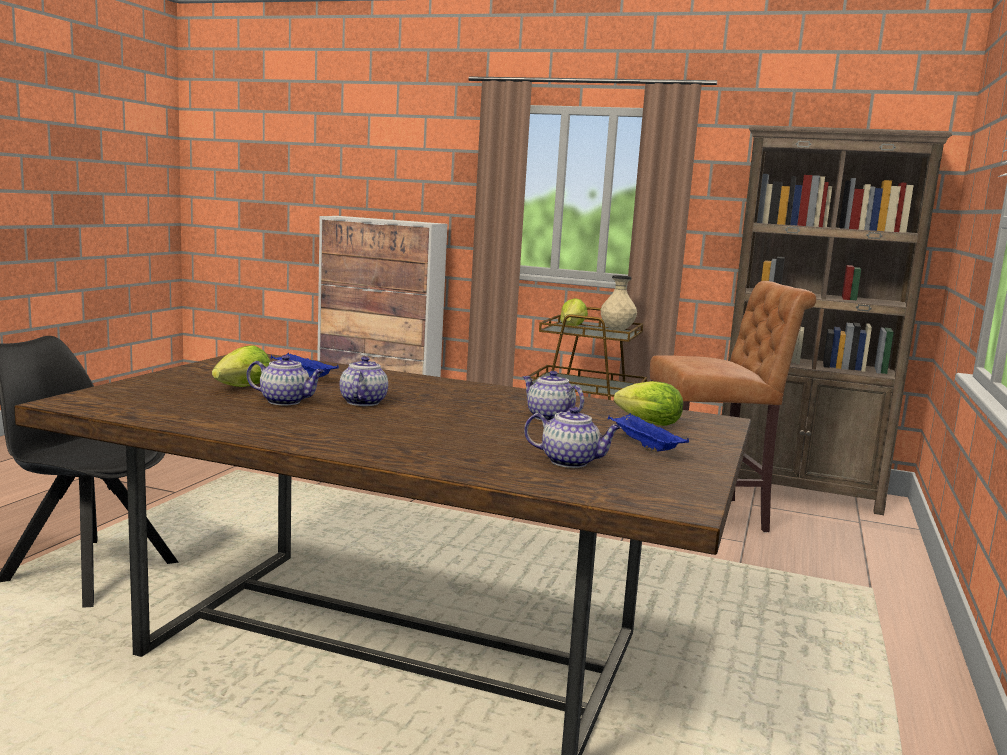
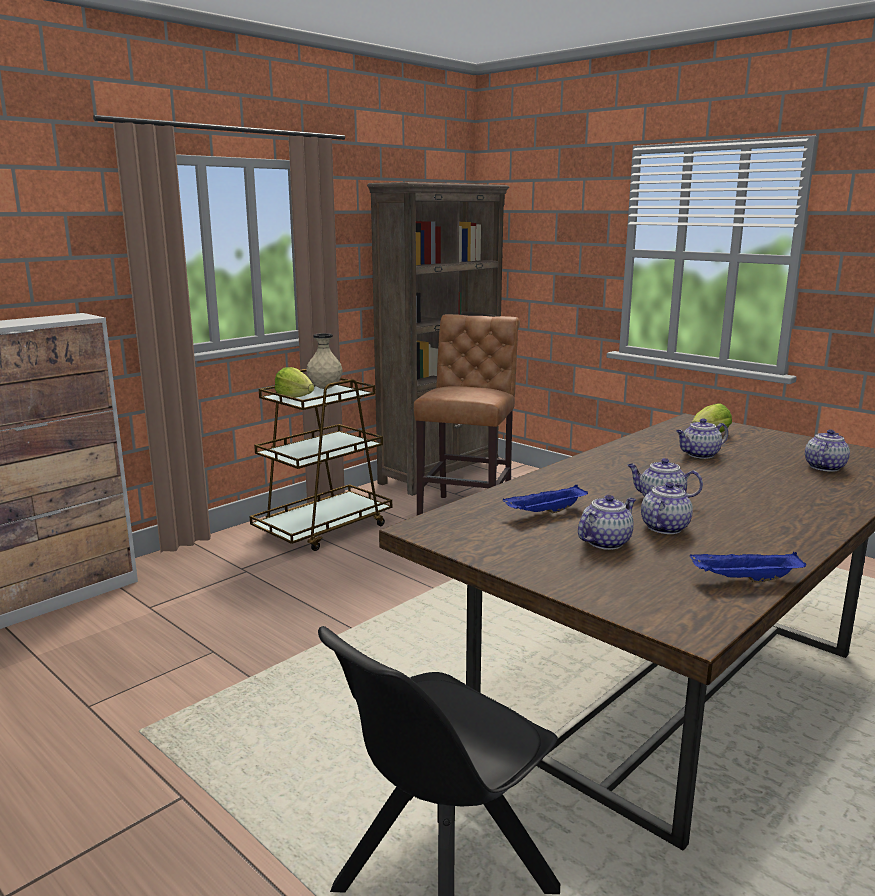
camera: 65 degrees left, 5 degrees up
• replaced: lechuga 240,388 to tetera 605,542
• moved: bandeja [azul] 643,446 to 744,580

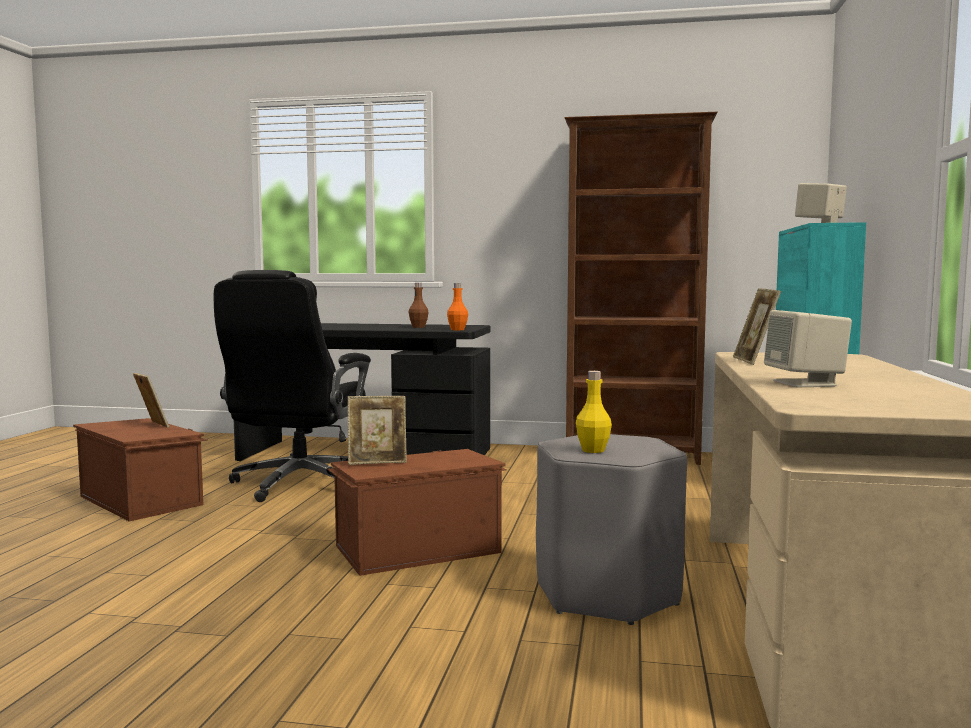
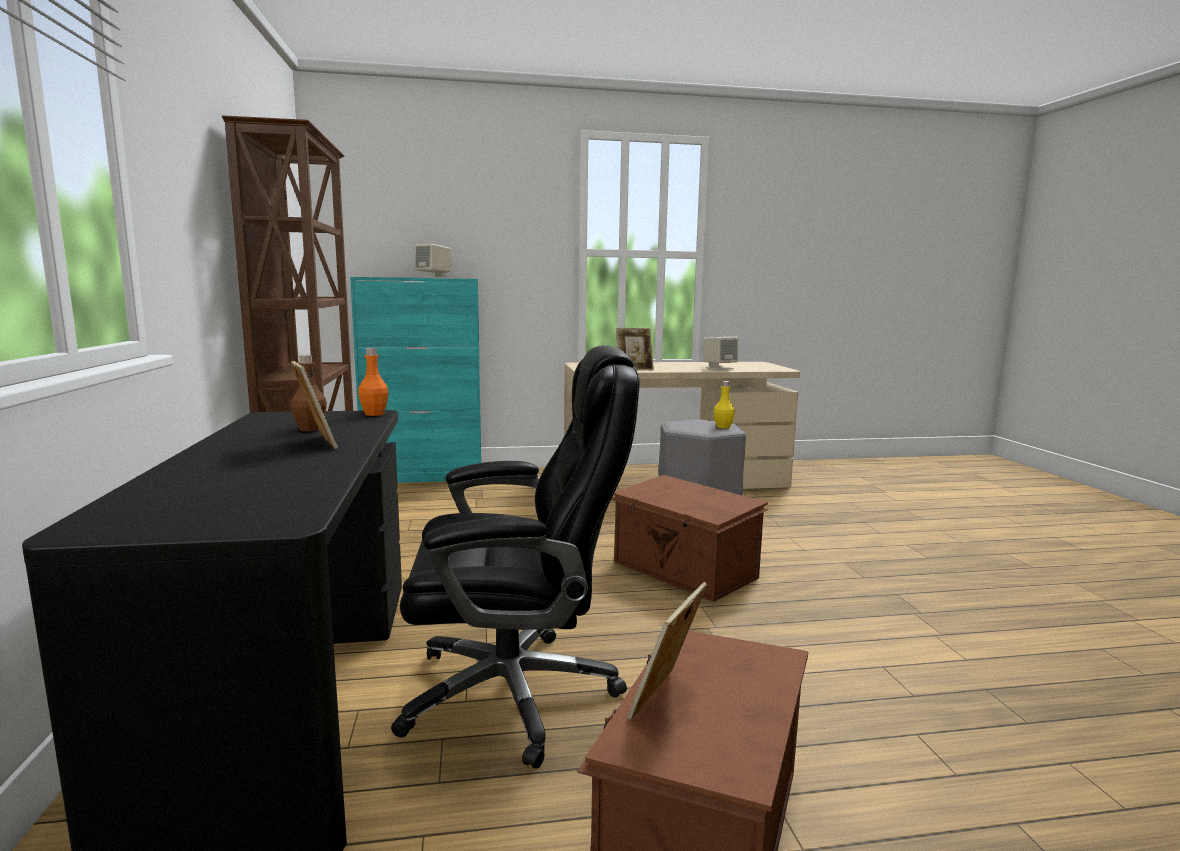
camera: 110 degrees left, 5 degrees up
• moved: portarretratos 377,461 to 316,443

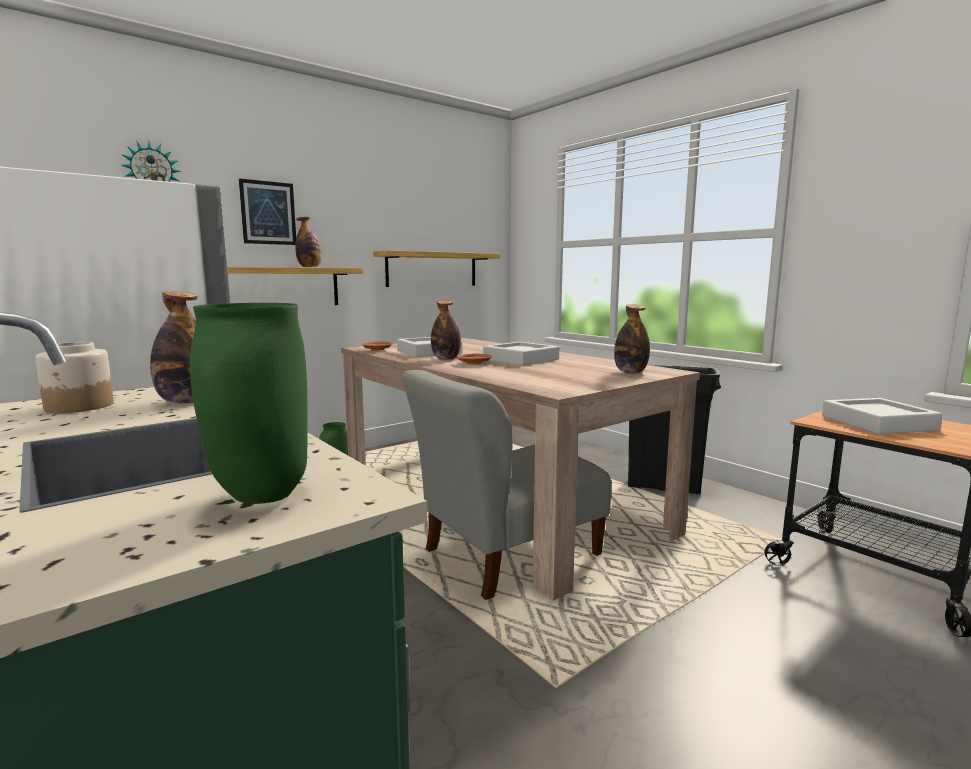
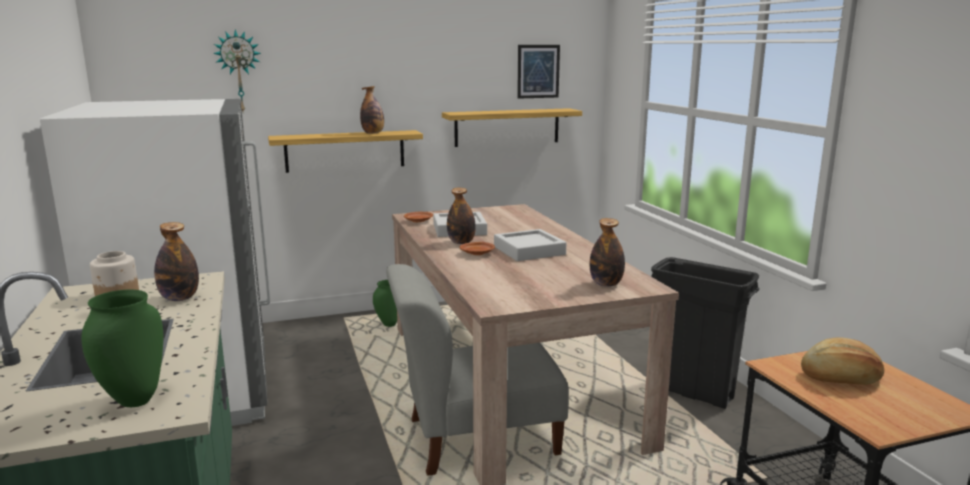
camera: 20 degrees right, 5 degrees up
• moved: cuadro 268,213 to 538,71
• replaced: bandeja [gris] 878,423 to pan 841,378

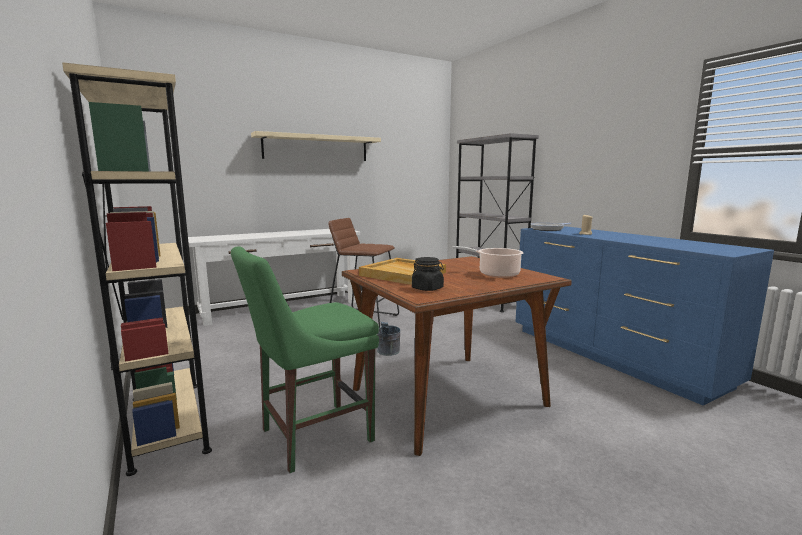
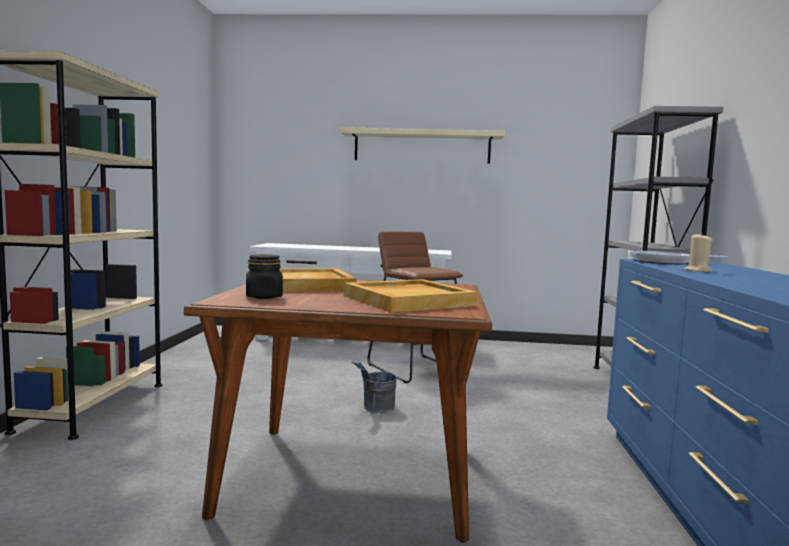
camera: 35 degrees right, 5 degrees down
• replaced: olla 496,274 to bandeja [beis] 408,300
• removed: silla [verde] 311,436

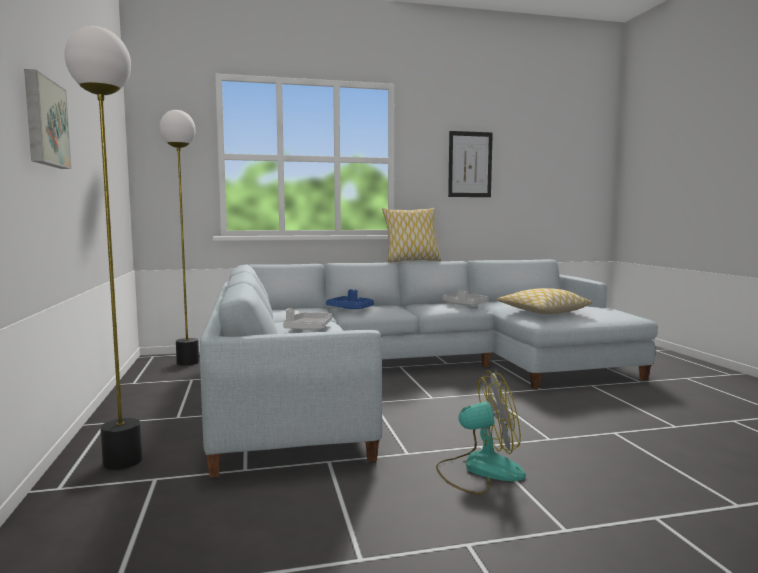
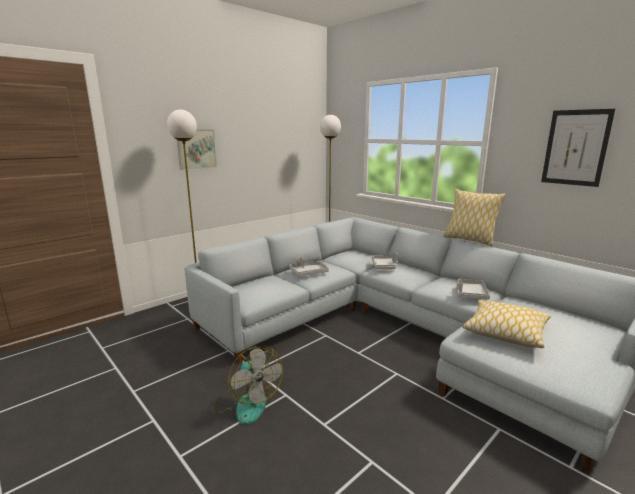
camera: 60 degrees right, 10 degrees up
• recoloured: bandeja [azul] 351,308 to bandeja [gris] 385,266

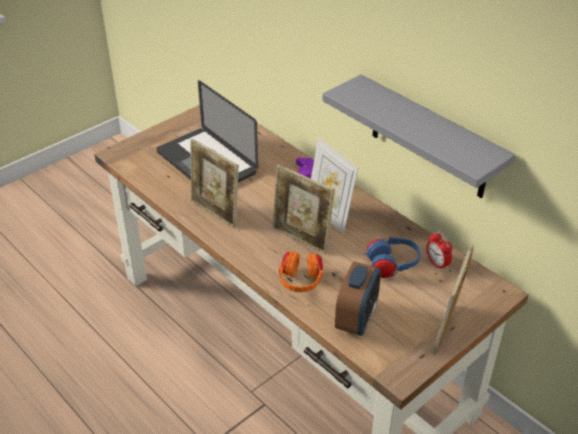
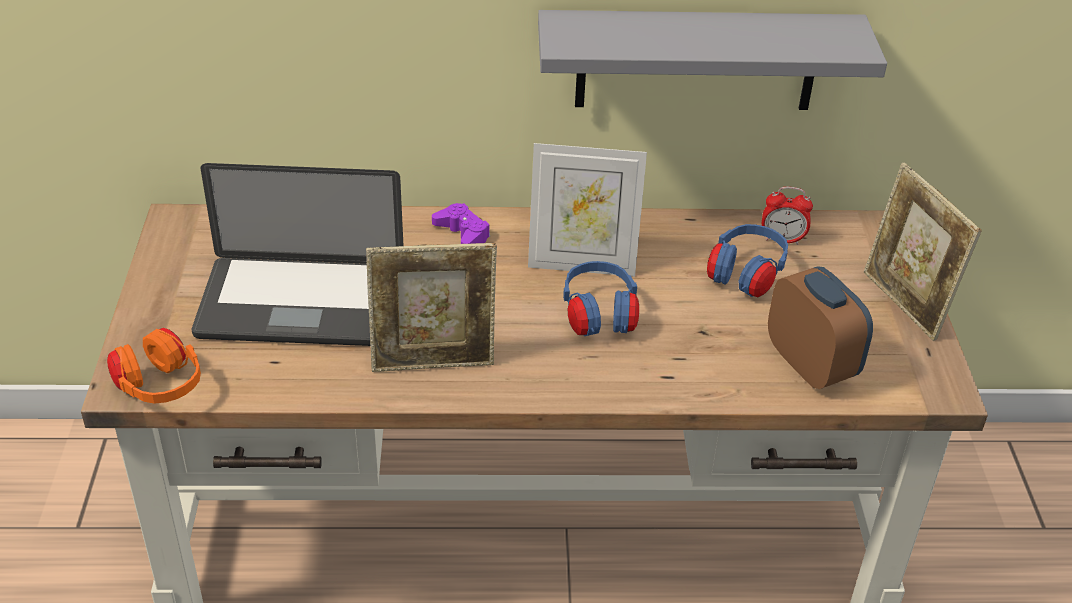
camera: 50 degrees left, 0 degrees up
• moved: auriculares [naranja] 300,282 to 160,388
• replaced: portarretratos 301,239 to auriculares [azul] 599,317

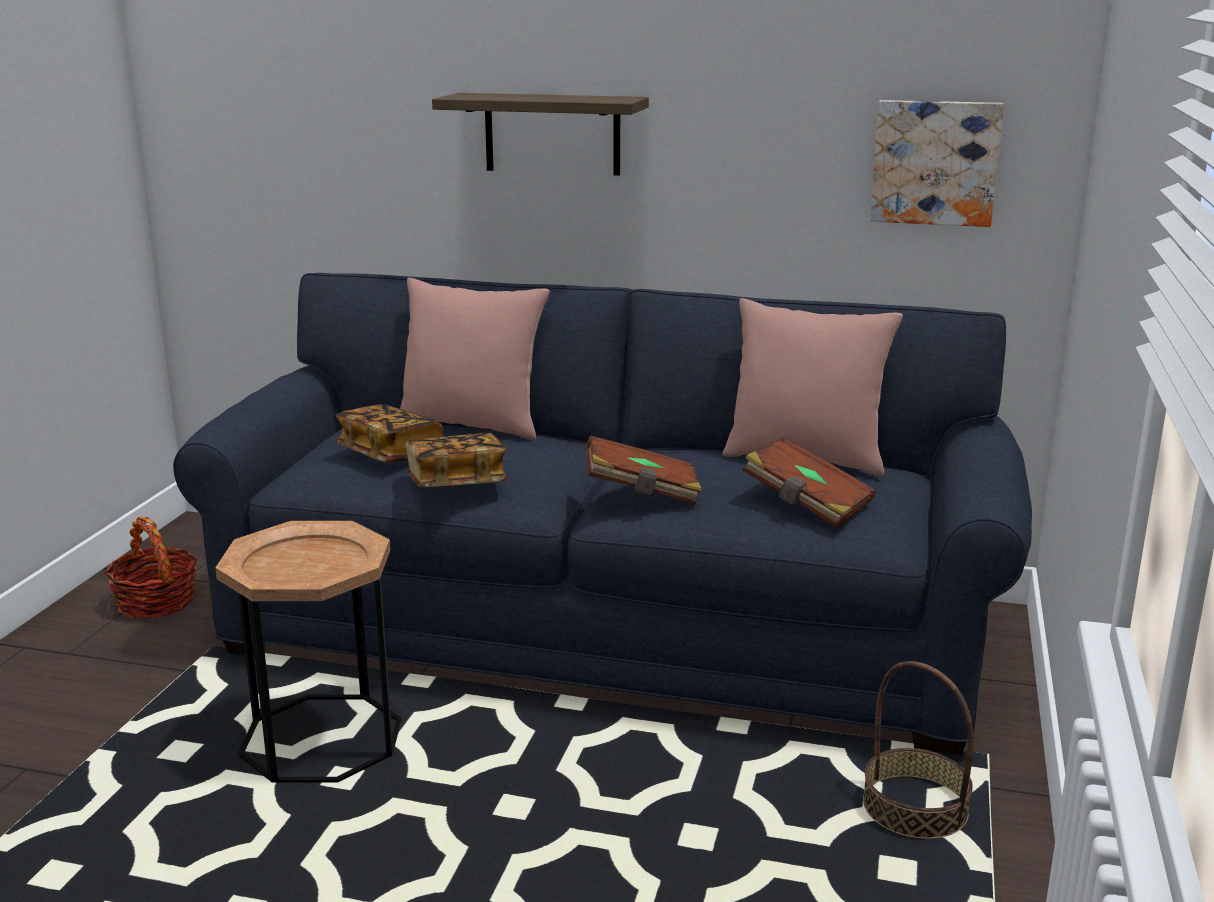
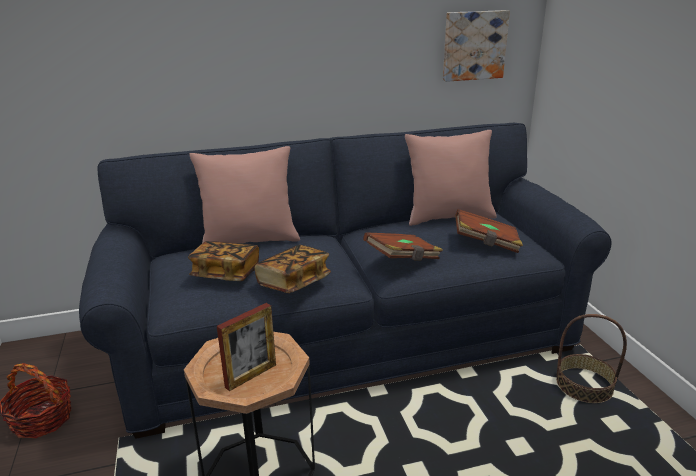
camera: 30 degrees left, 5 degrees up
• added: portarretratos 251,376
• removed: estante 552,134

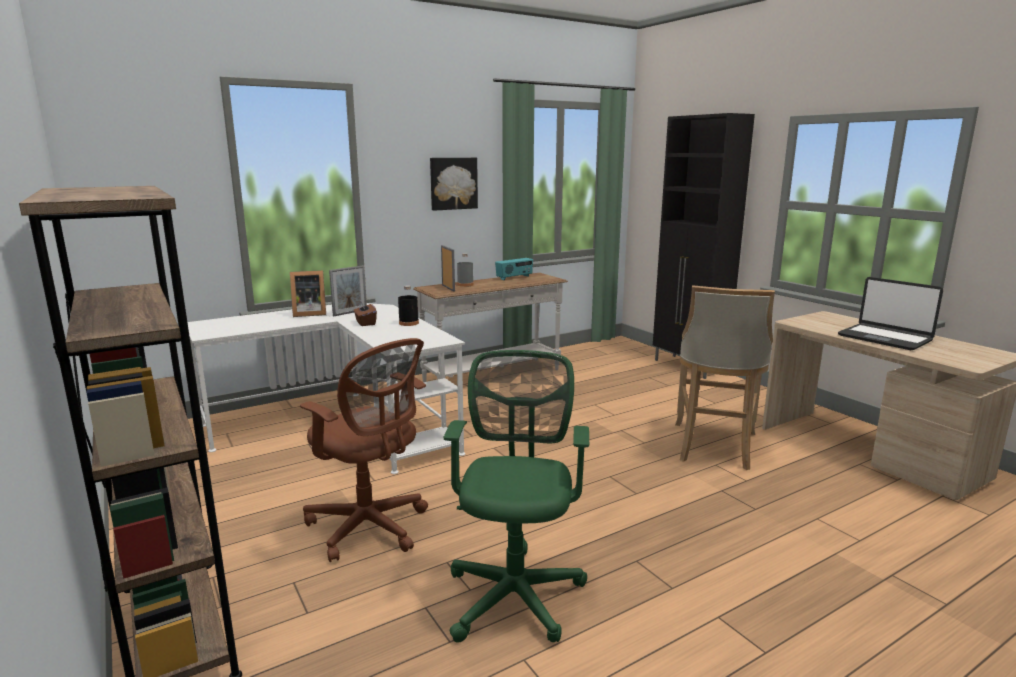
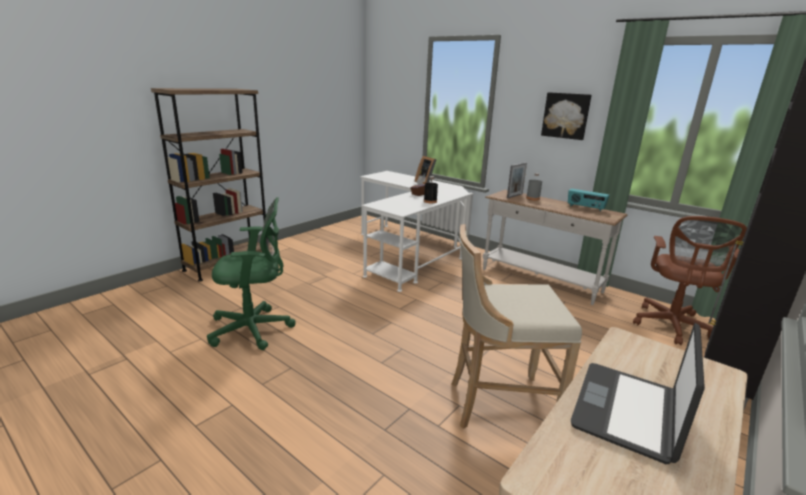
camera: 70 degrees right, 5 degrees up
• moved: silla de oficina [marrón] 370,528 to 671,326
• removed: portarretratos 350,313

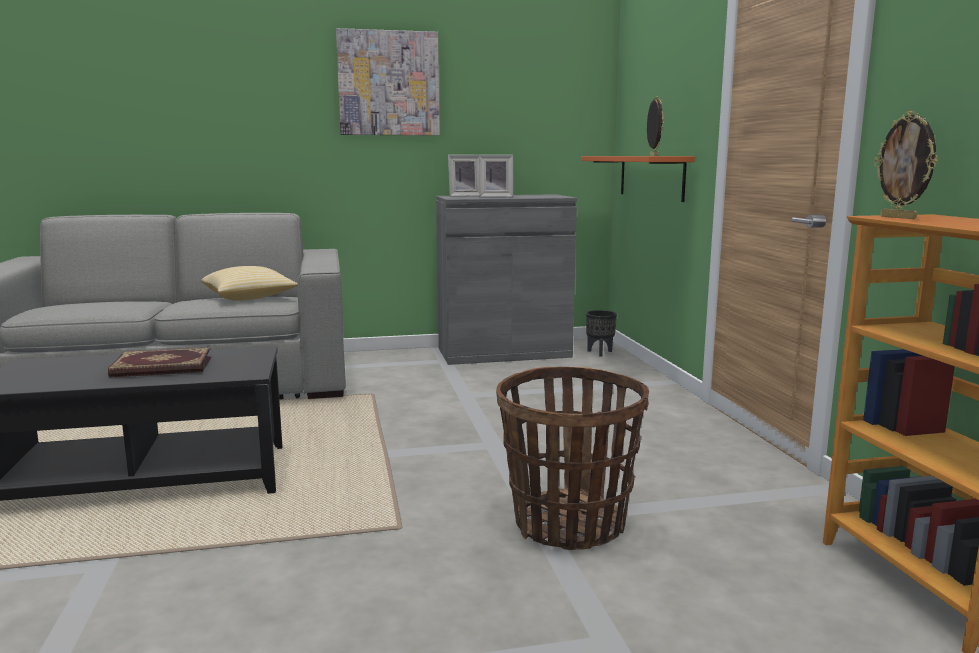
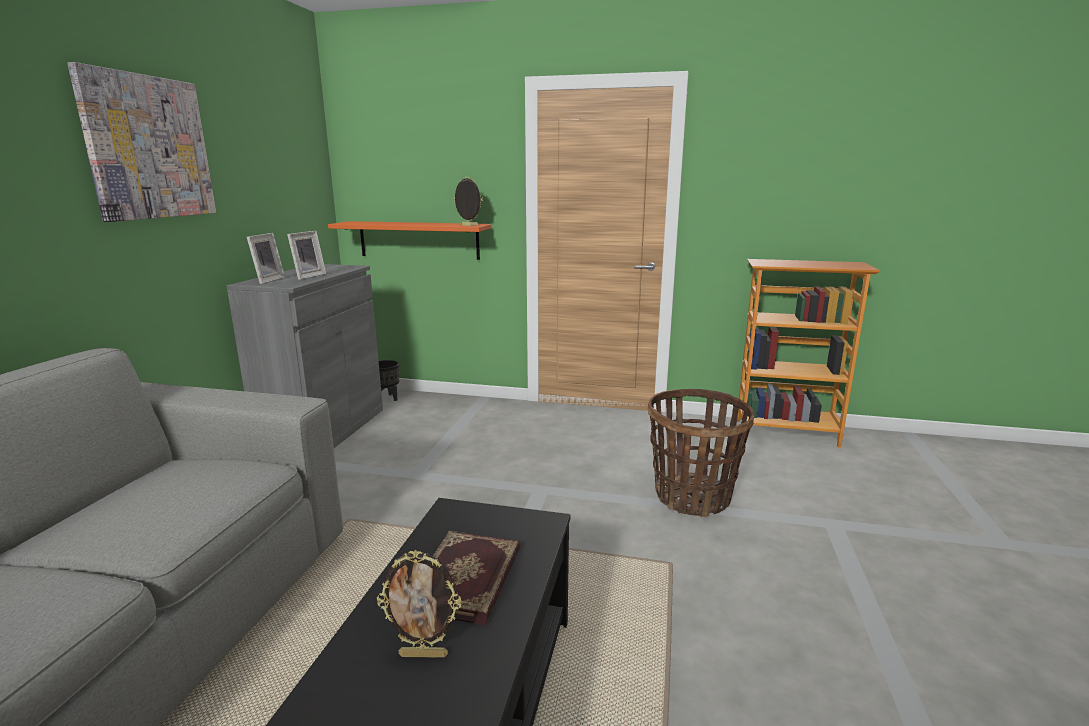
camera: 65 degrees left, 5 degrees up
• moved: portarretratos 899,217 to 424,654
• removed: cojín 250,298

